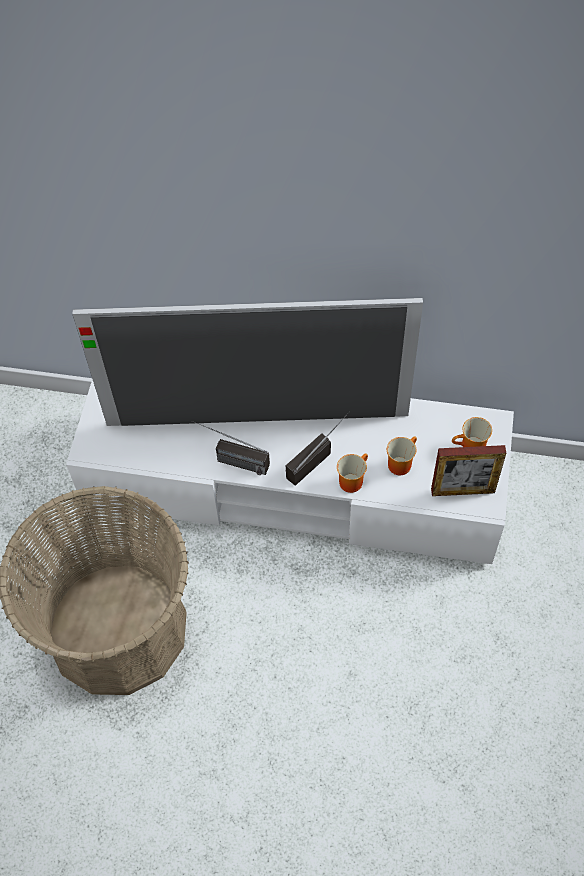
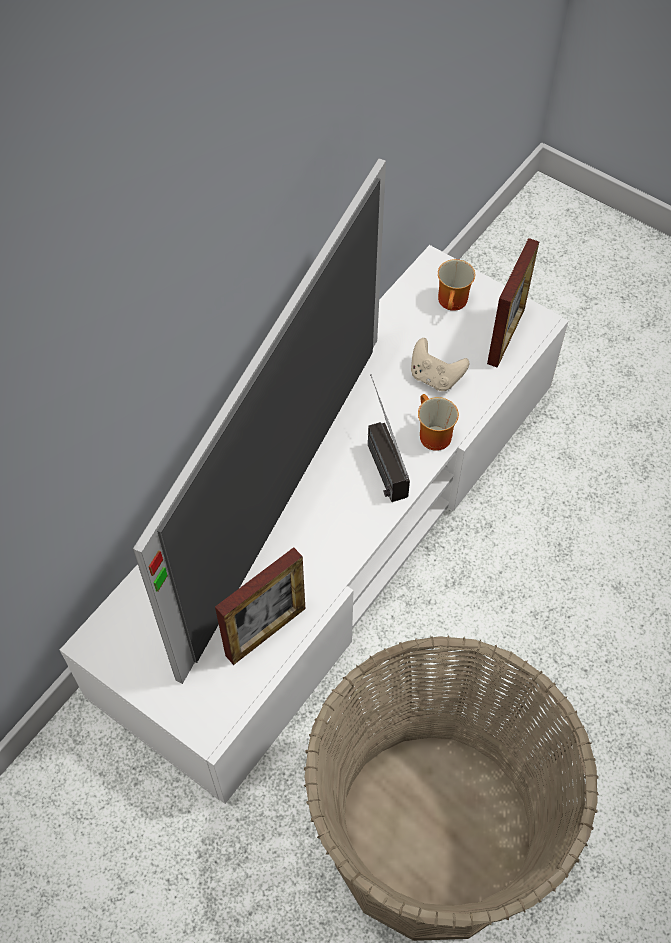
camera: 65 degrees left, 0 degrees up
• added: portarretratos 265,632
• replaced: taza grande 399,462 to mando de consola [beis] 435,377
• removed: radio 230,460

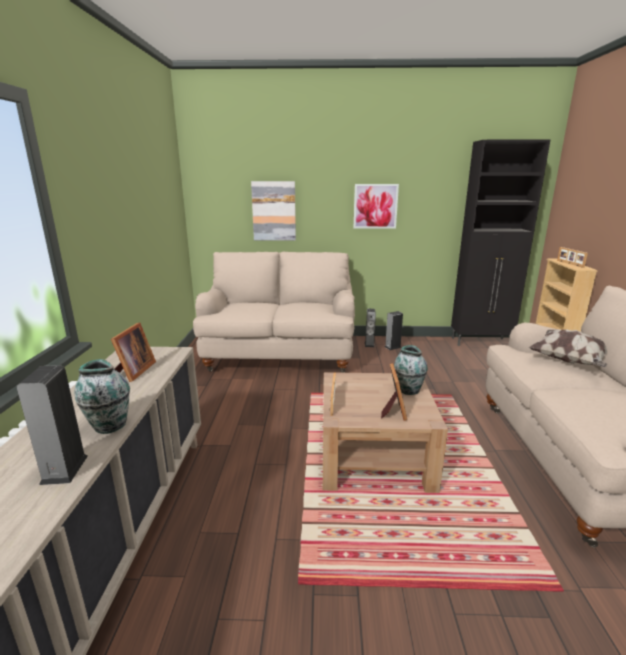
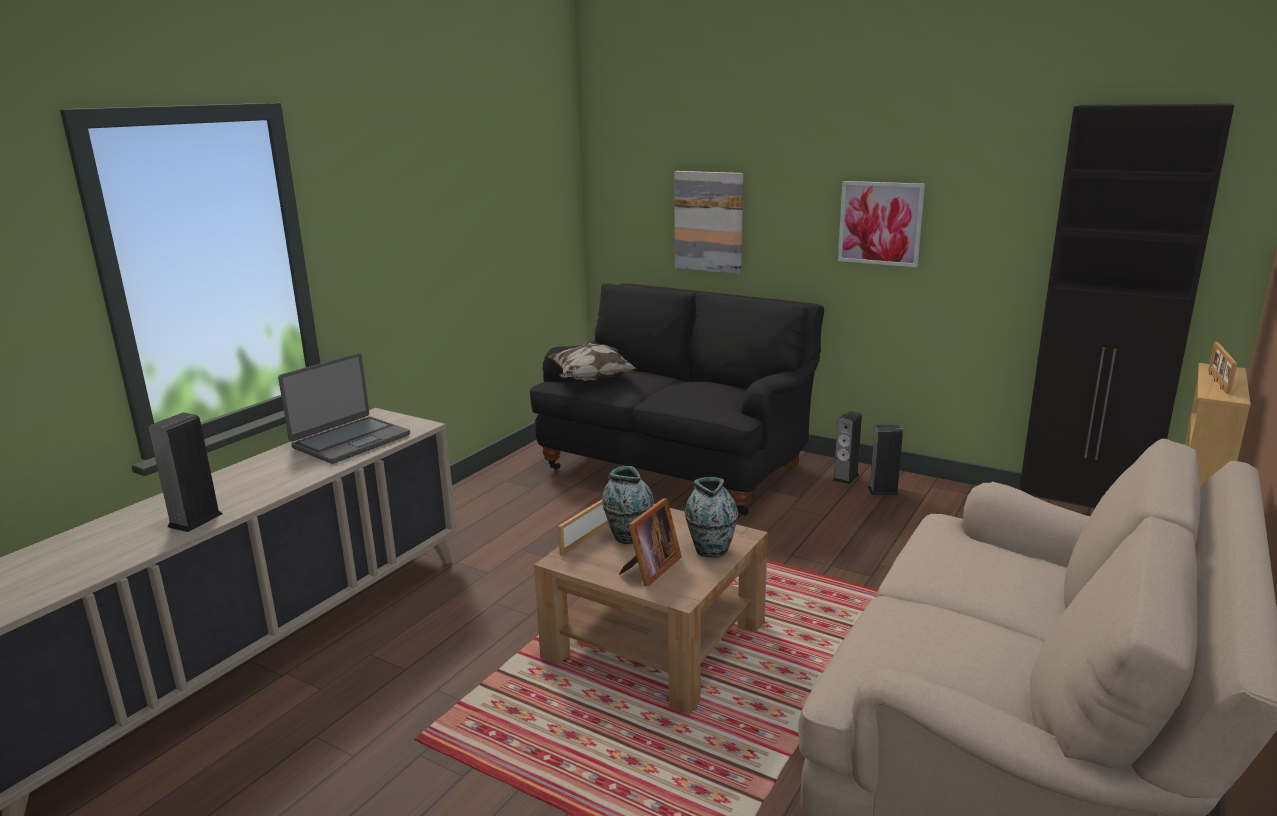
camera: 30 degrees right, 0 degrees up
• replaced: portarretratos 133,372 to portátil 350,441
• recoloured: sofá [beis] 280,354 to sofá [negro] 677,465
• moved: cojín 569,361 to 591,379
• moved: florero 109,425 to 628,536

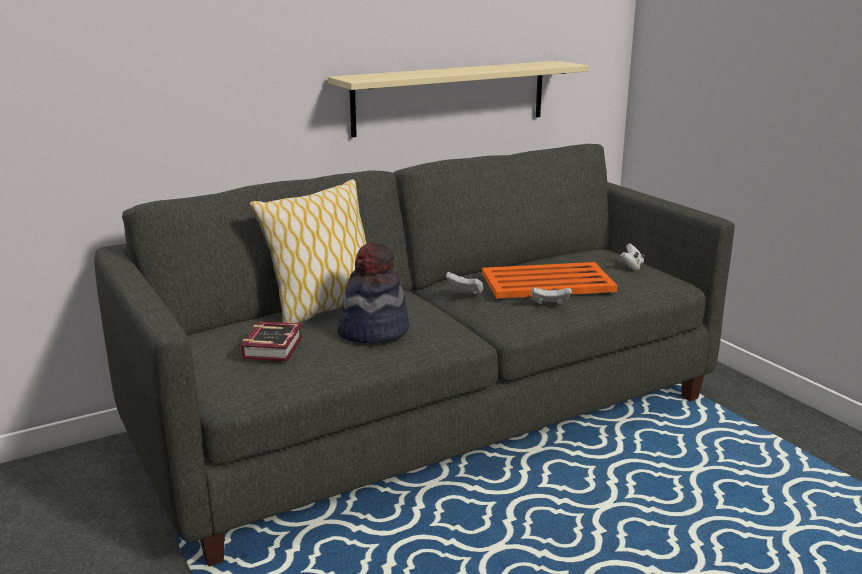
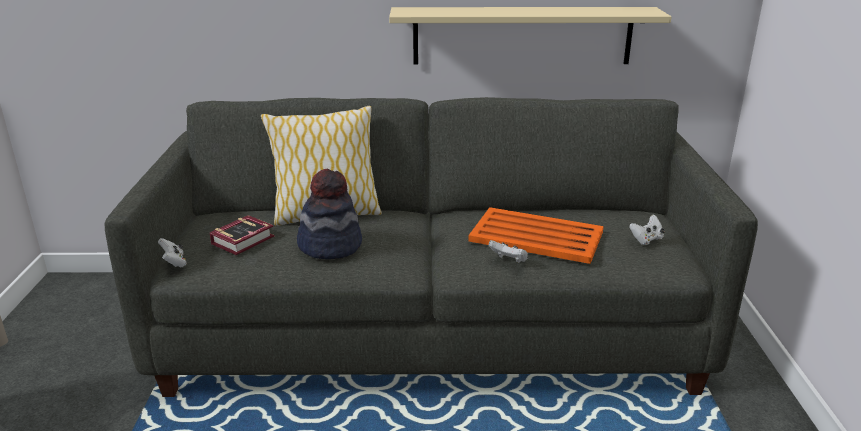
camera: 30 degrees right, 5 degrees up
• moved: mando de consola [blanco] 466,292 to 174,263

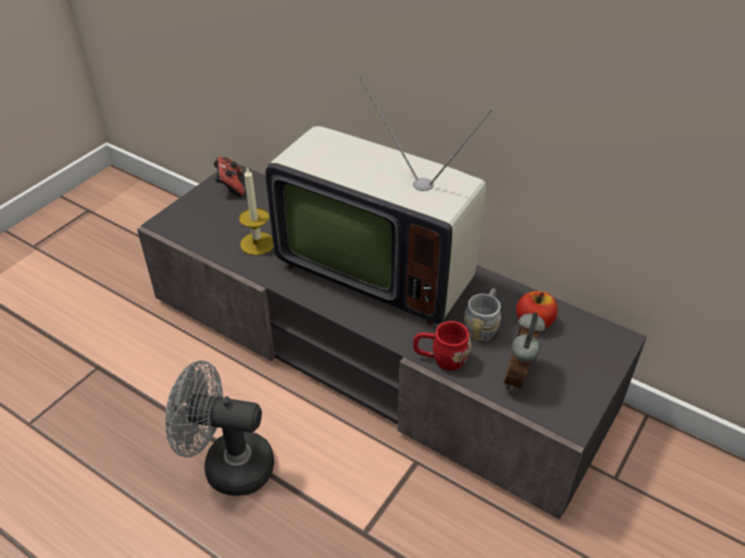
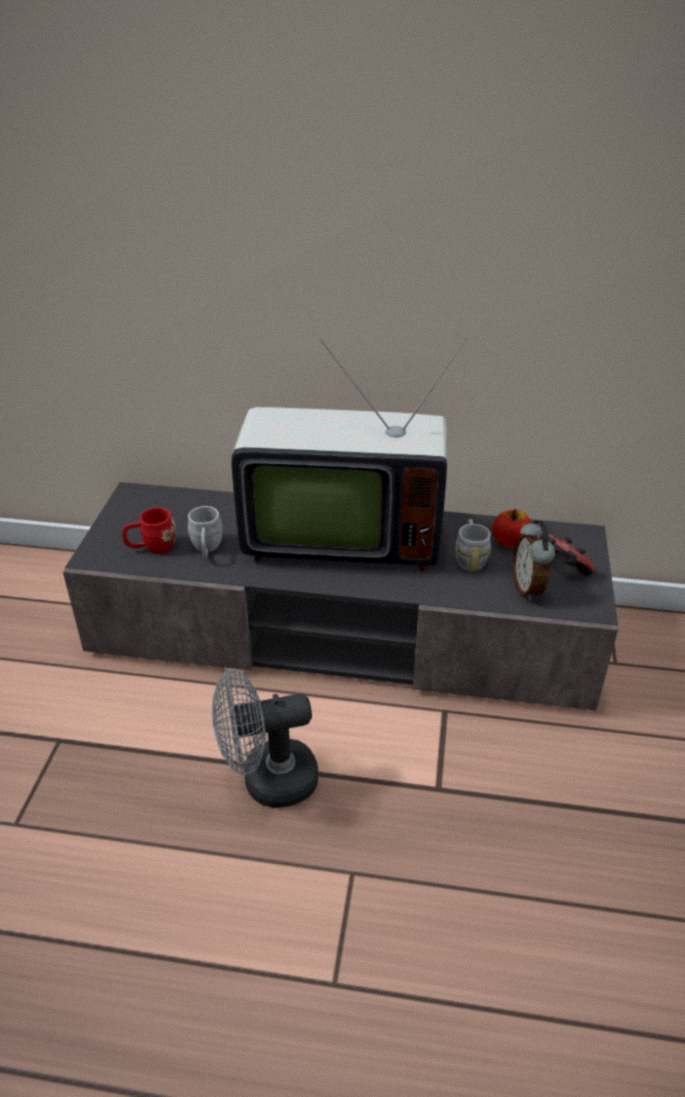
camera: 25 degrees left, 5 degrees down
• moved: taza grande [rojo] 440,359 to 152,547
• replaced: vela 257,243 to taza grande [gris] 206,549
• moved: mando de consola 230,186 to 563,567

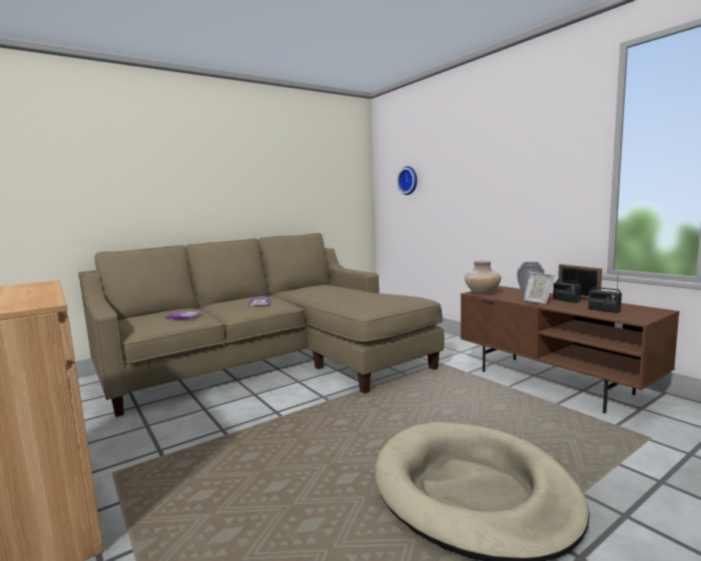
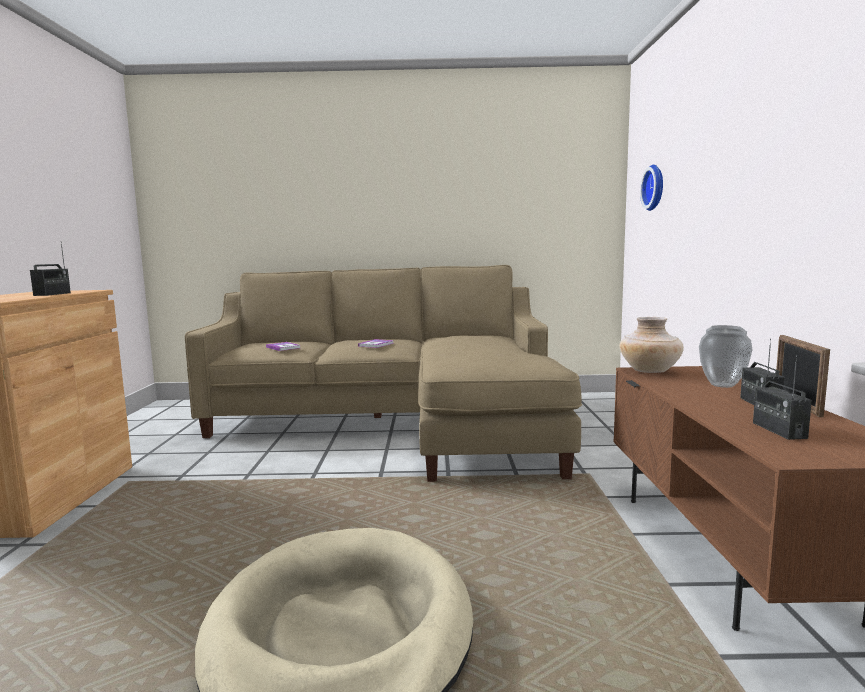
camera: 35 degrees right, 0 degrees up
• added: radio 52,294
• removed: portarretratos 537,302

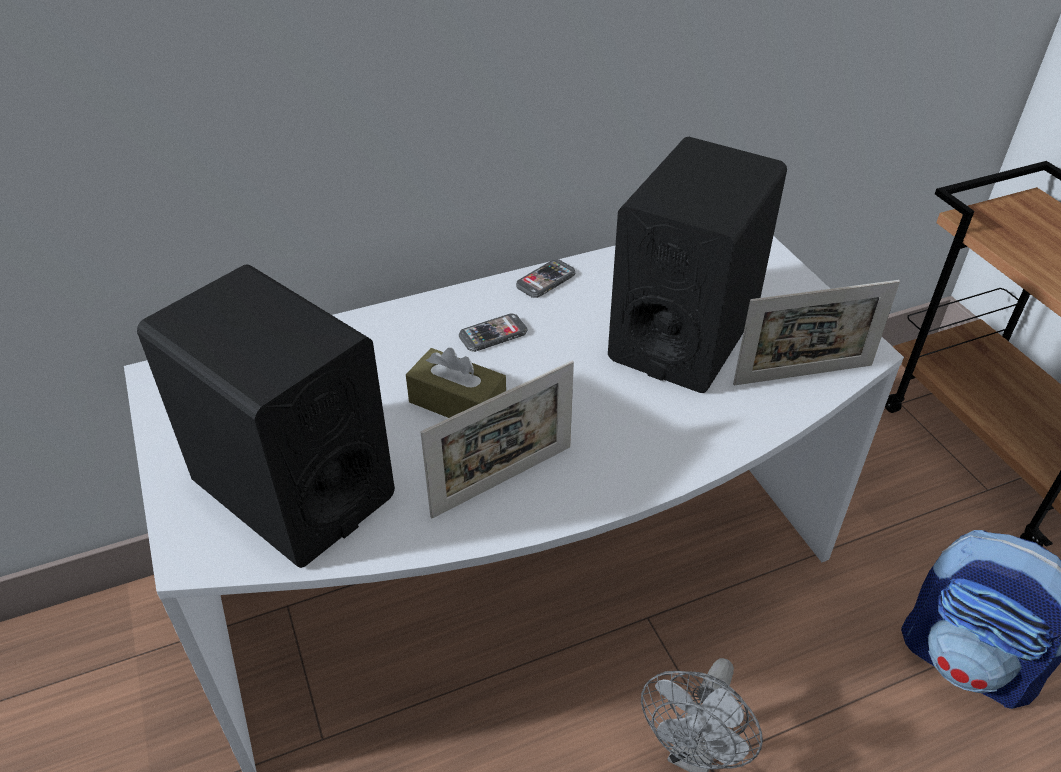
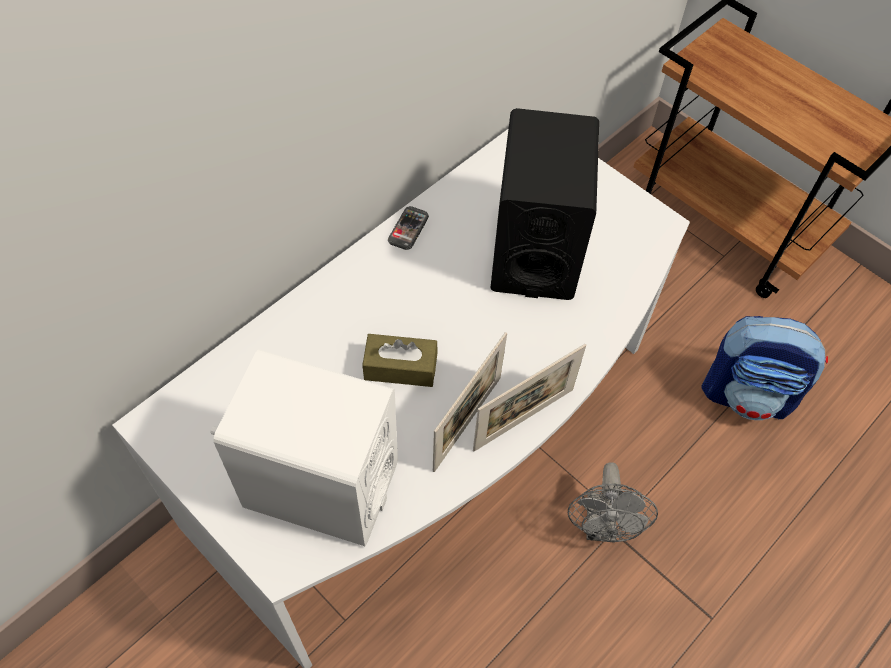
camera: 25 degrees left, 15 degrees up
• recoloured: altavoz [negro] 293,488 to altavoz [blanco] 320,485
• moved: portarretratos 803,374 to 523,419
• removed: móvil 493,334

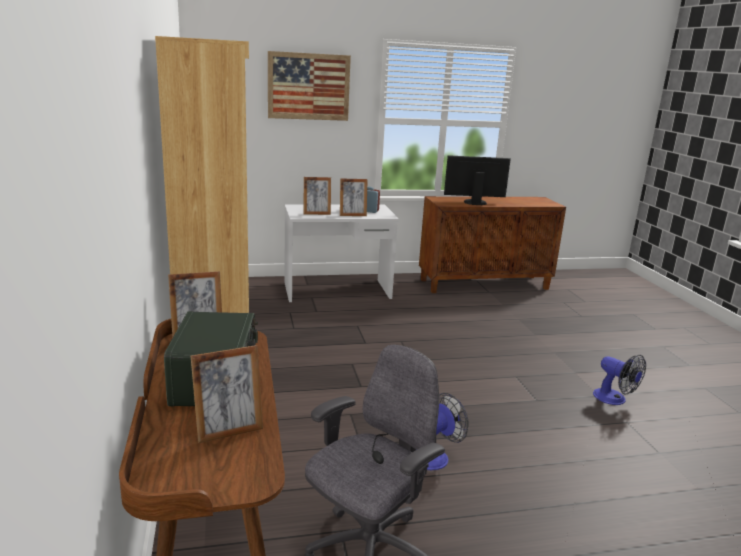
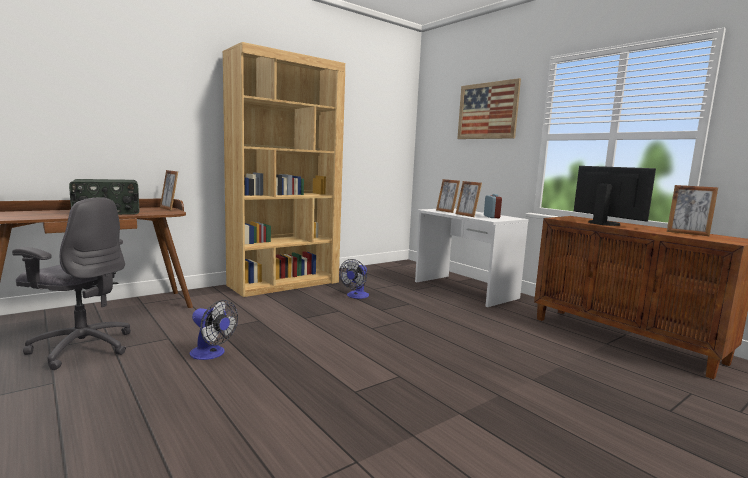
camera: 65 degrees right, 10 degrees down
• moved: ventilador 614,399 to 356,296
• moved: portarretratos 229,431 to 687,233

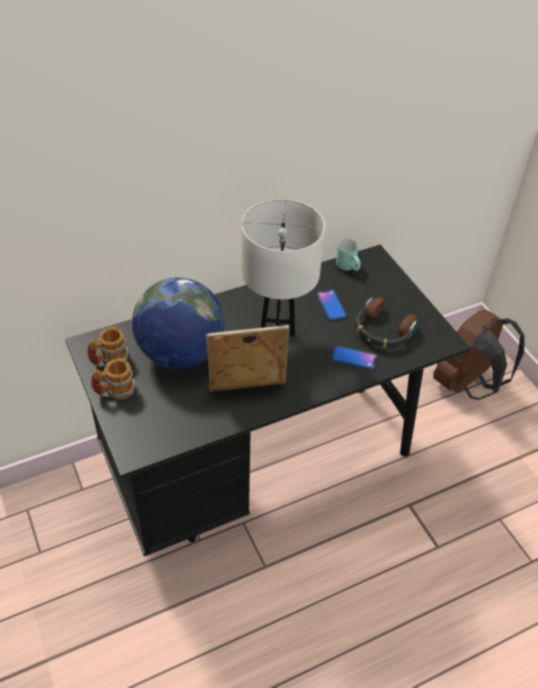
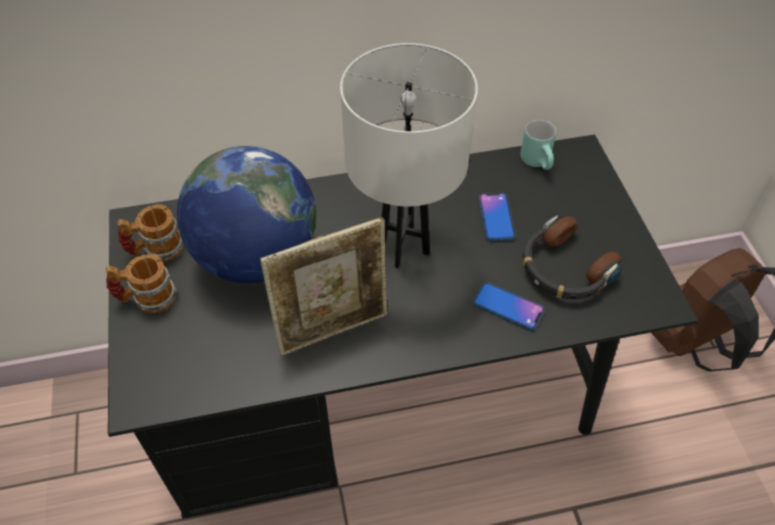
camera: 15 degrees right, 5 degrees up
• turned: portarretratos 247,389 = 333,329 150 degrees clockwise

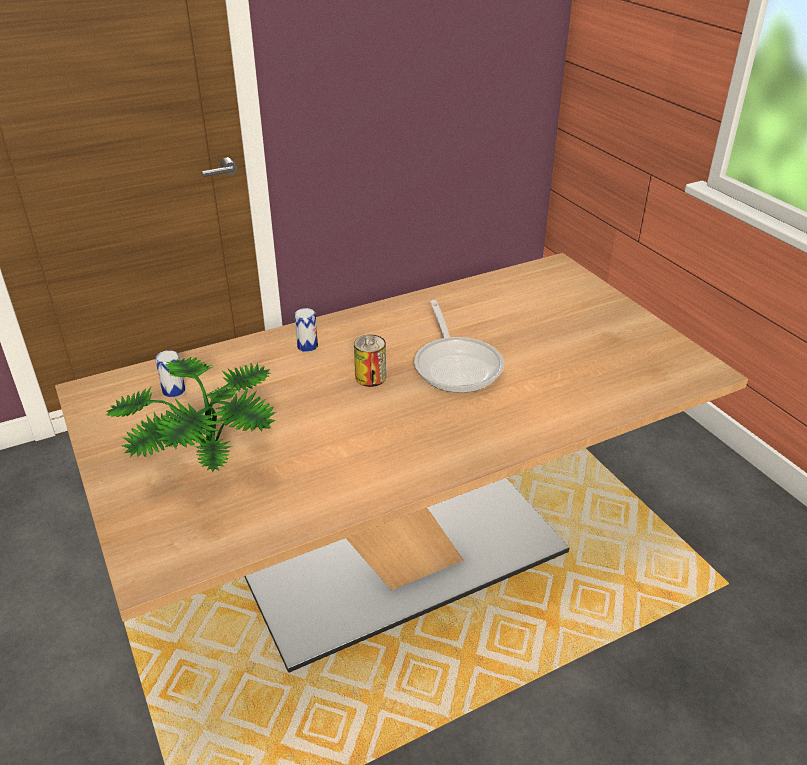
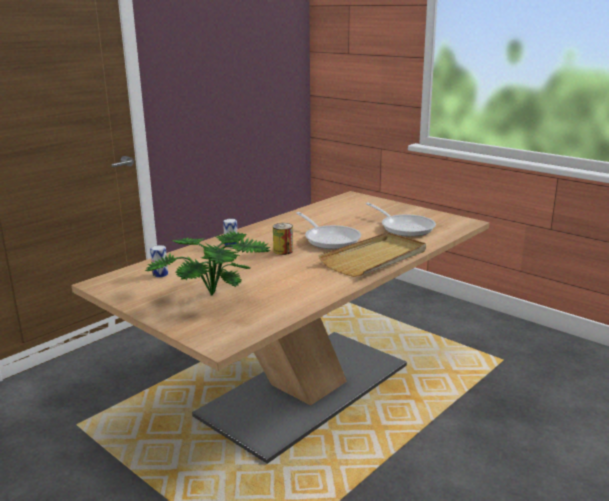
camera: 20 degrees left, 15 degrees down
• added: bandeja [beis] 375,258
• added: sartén 404,227

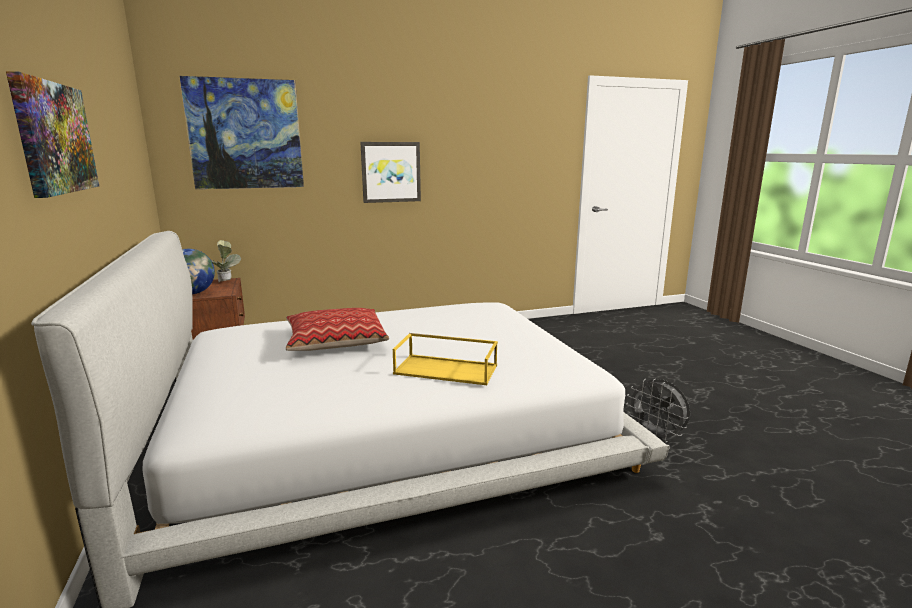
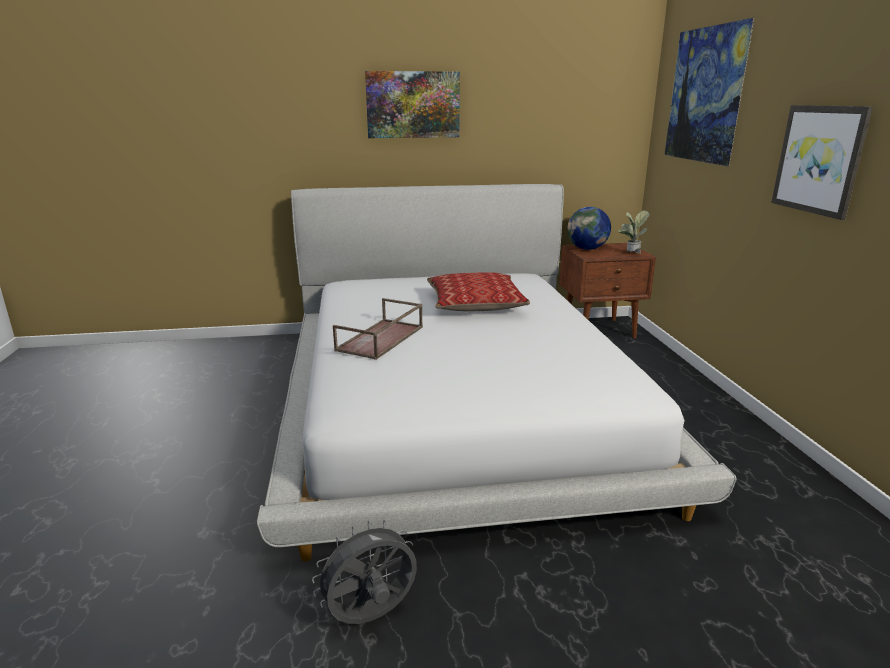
camera: 100 degrees right, 5 degrees up
• recoloured: bandeja [amarillo] 447,369 to bandeja [marrón] 381,339

